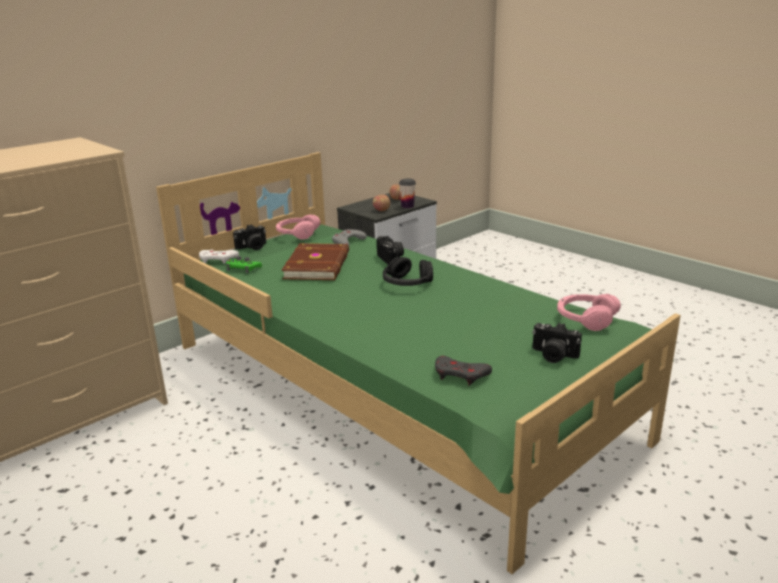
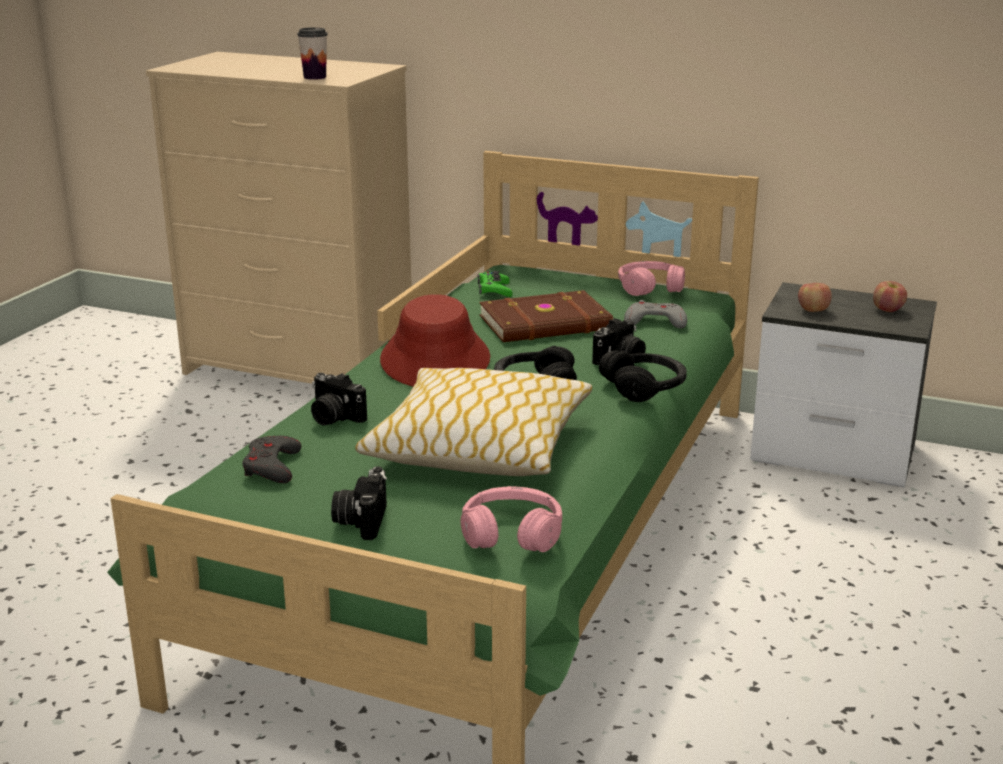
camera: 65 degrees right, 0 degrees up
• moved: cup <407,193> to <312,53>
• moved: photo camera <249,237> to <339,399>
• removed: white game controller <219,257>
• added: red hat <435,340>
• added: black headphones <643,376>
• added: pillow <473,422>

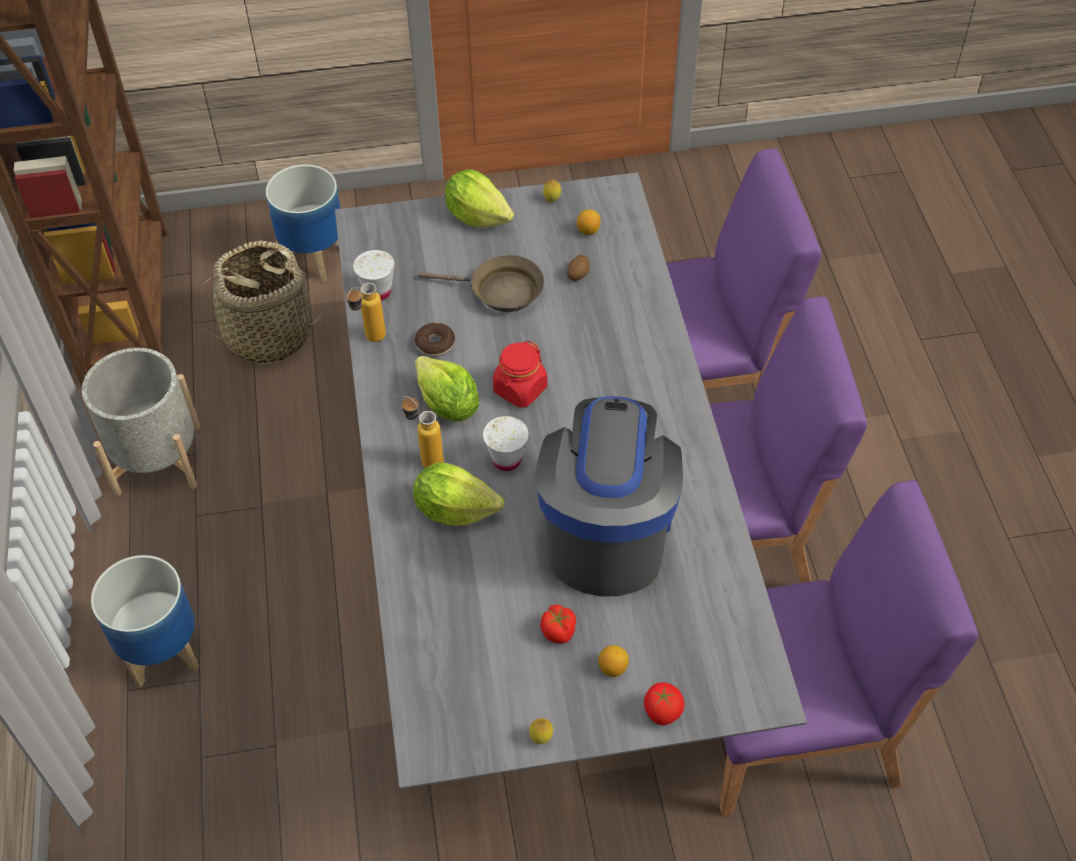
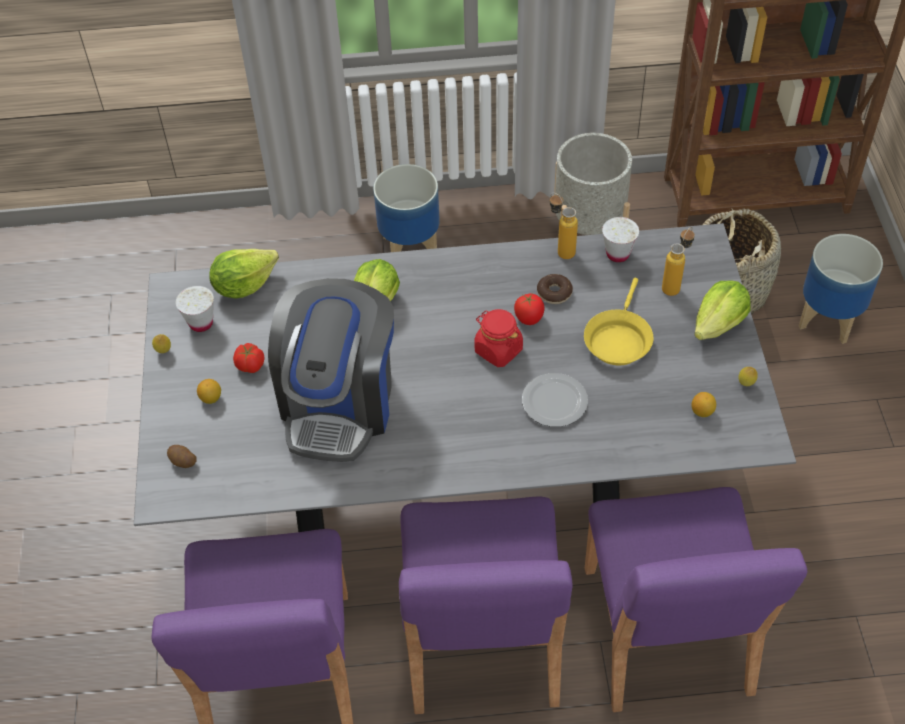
camera: 95 degrees right, 0 degrees up
• recoloured: brown frying pan <481,283> to yellow frying pan <619,321>
• moved: potato <578,268> to <182,456>
• moved: lettuce <447,388> to <244,274>
• moved: bottle <423,432> to <678,261>
• turned: coffee machine <609,496> = <331,370> 90 degrees clockwise
• moved: white cup <506,443> to <195,309>
• moved: tomato <664,703> to <529,309>
• added: plate <555,400>

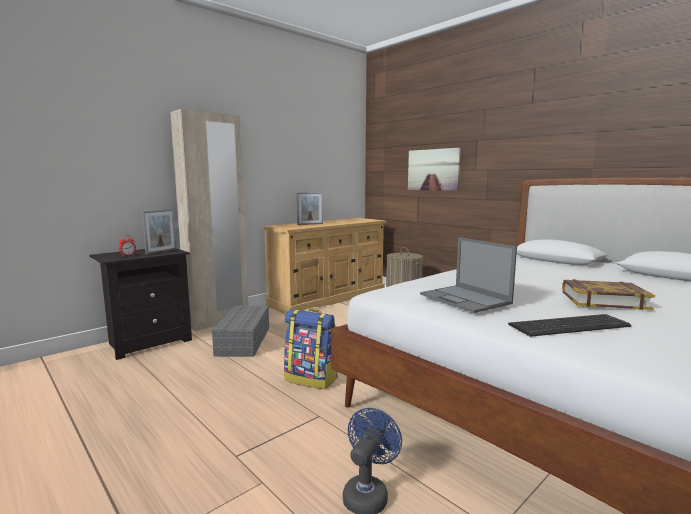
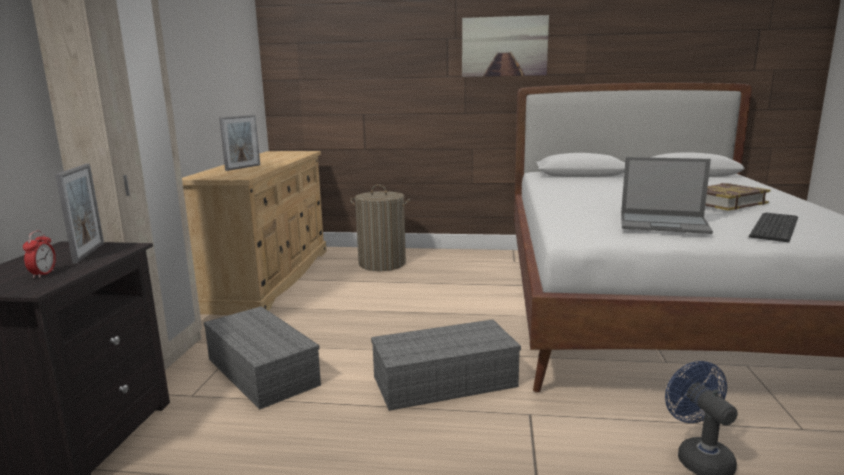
camera: 40 degrees left, 5 degrees up
• moved: picture <434,169> to <505,46>
• replaced: backpack <311,349> to grey storage box <446,365>

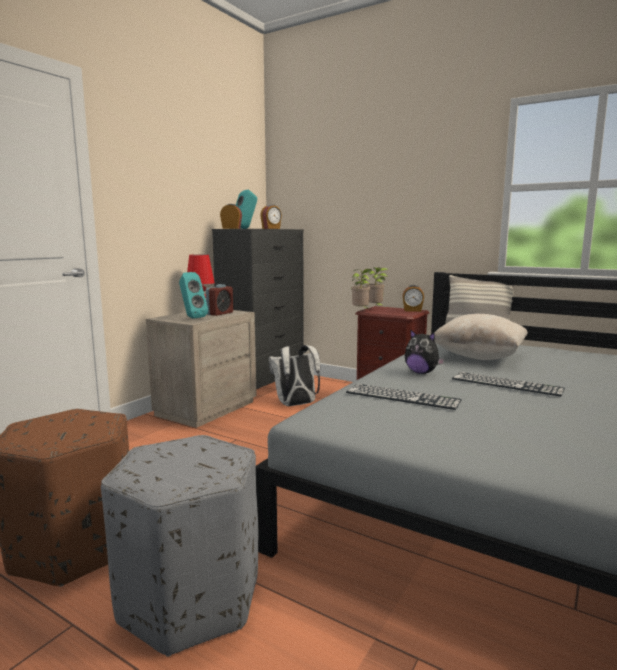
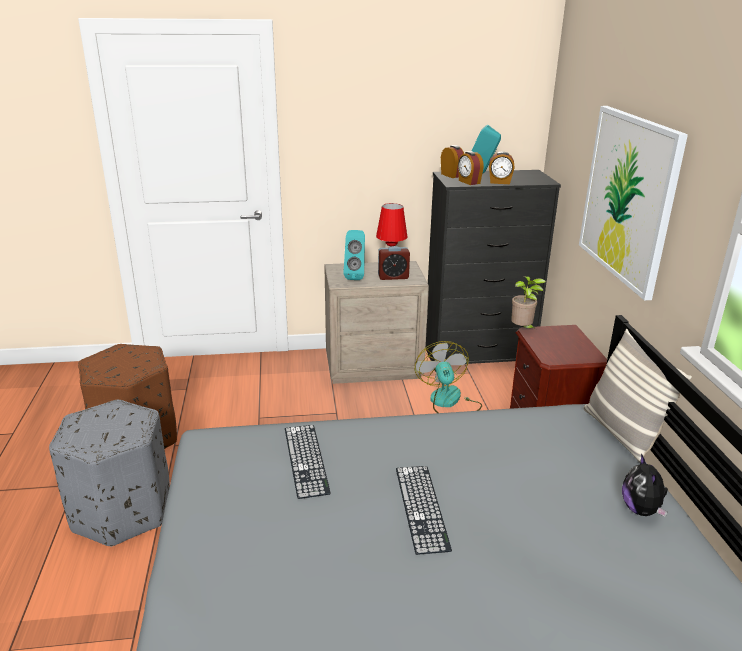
camera: 50 degrees right, 15 degrees up
• removed: potted plant <377,287>
• moved: alarm clock <413,298> to <471,168>
• removed: beige pillow <481,337>
• moved: plush toy <425,351> to <645,485>
• replaced: white backpack <294,375> to fan <448,377>
• added: picture <633,203>

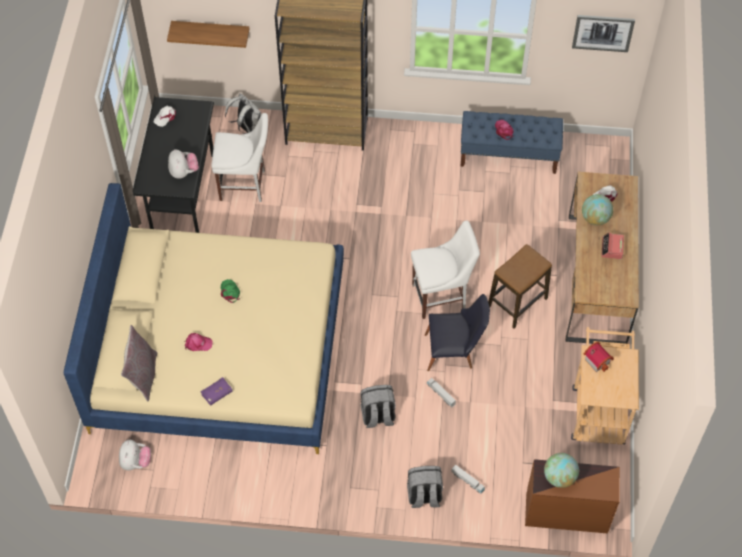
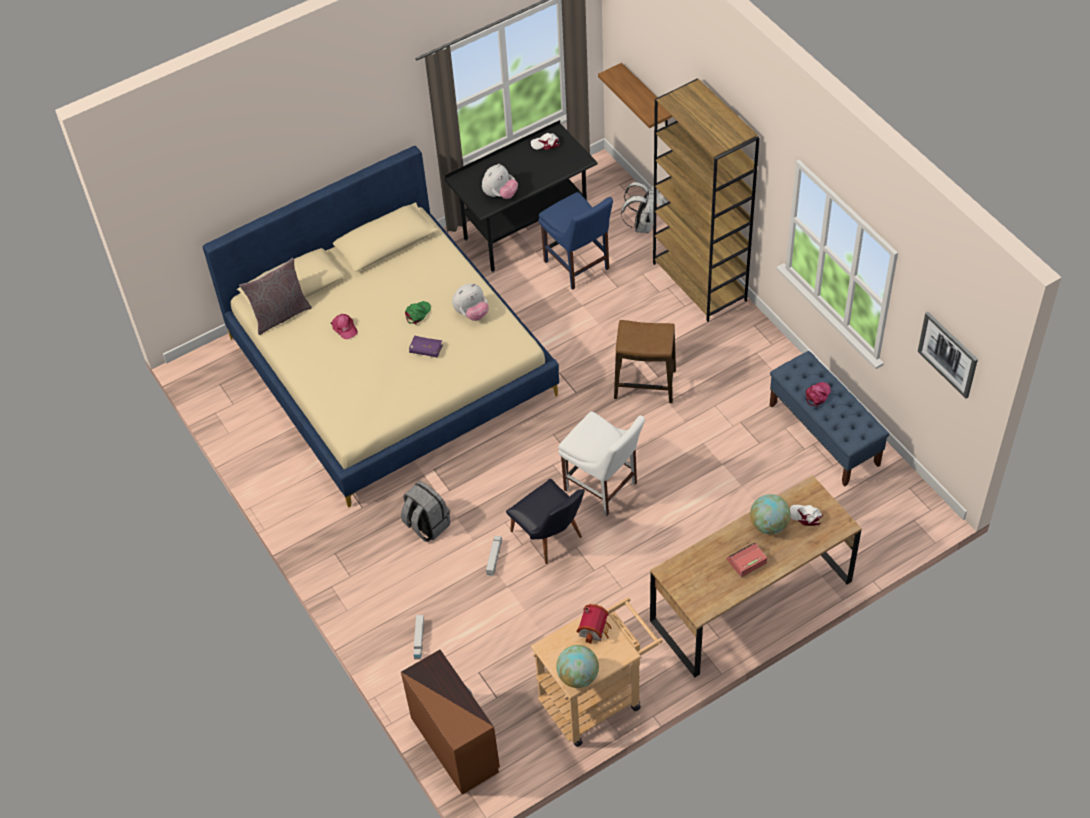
camera: 55 degrees right, 5 degrees down
• recoloured: white chair <239,157> to blue chair <575,241>
• moved: stool <520,286> to <645,361>
• moved: purple book <216,391> to <426,346>
• moved: plush toy <135,455> to <470,302>
• moved: globe <561,470> to <577,666>
• removed: grey backpack <425,487>

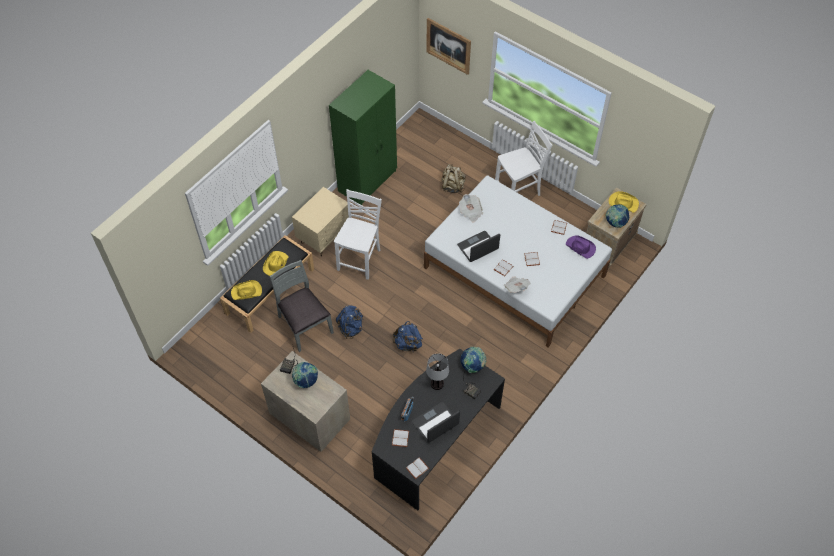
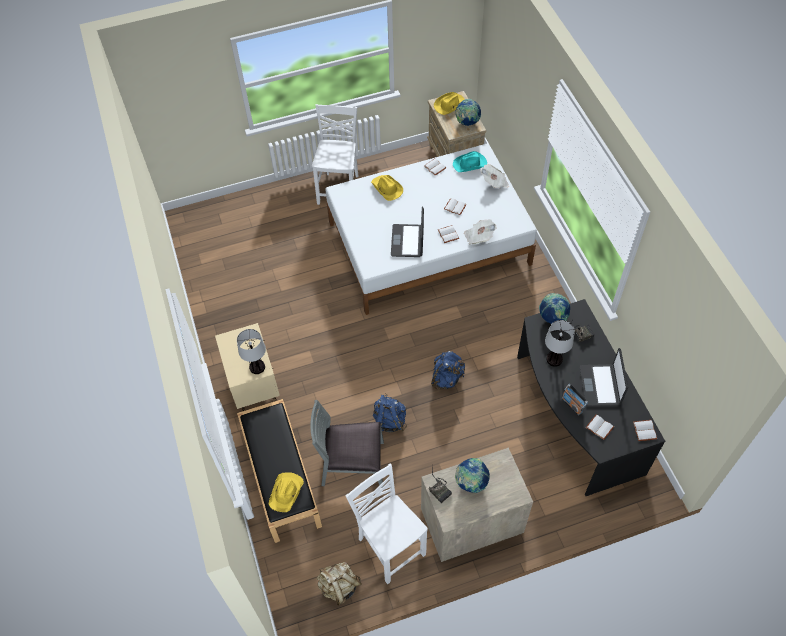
camera: 55 degrees left, 0 degrees up
• removed: picture <448,46>
• removed: green wardrobe <363,137>
• moved: beige backpack <453,178> to <339,584>
• moved: white chair <358,234> to <386,523>
• moved: newspaper <471,208> to <494,176>
• recoloured: purple hat <581,247> to turquoise hat <470,161>
• moved: yellow hat <276,263> to <387,188>
• added: table lamp <251,351>

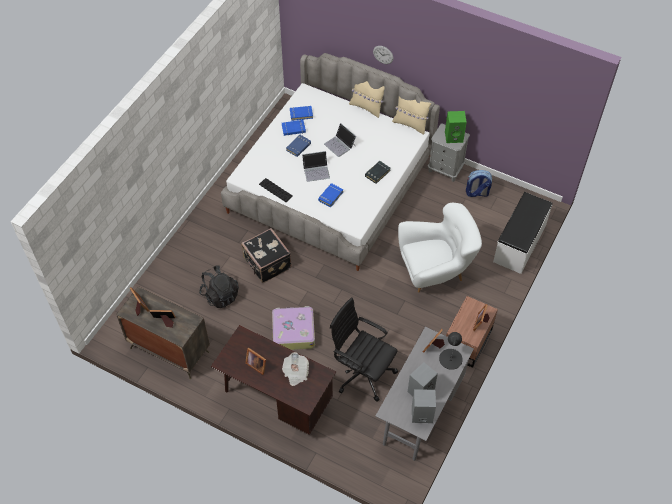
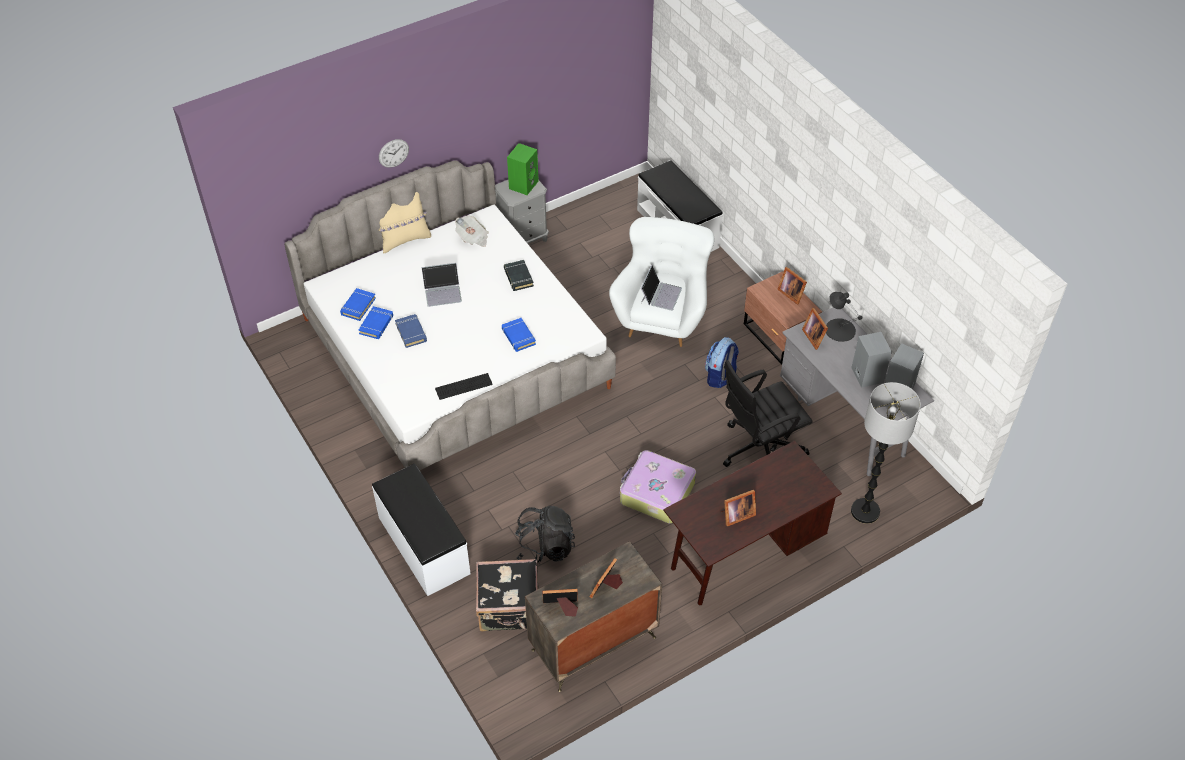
camera: 60 degrees left, 5 degrees down
• removed: beige pillow <411,115>
• moved: laptop <316,166> to <661,288>
• moved: backpack <479,183> to <722,362>
• moved: black suitcase <266,255> to <507,595>
• moved: newspaper <295,369> to <472,231>
• added: floor lamp <886,453>
• added: white bench <421,530>

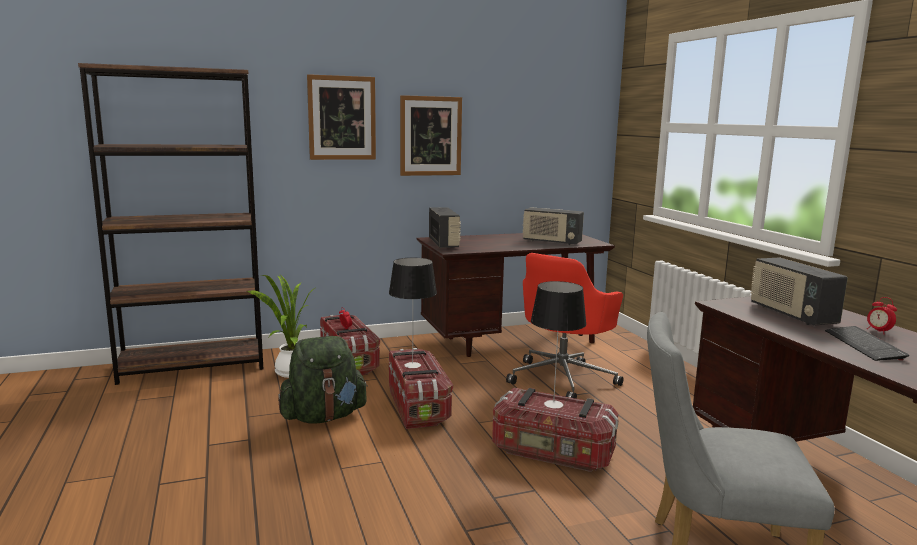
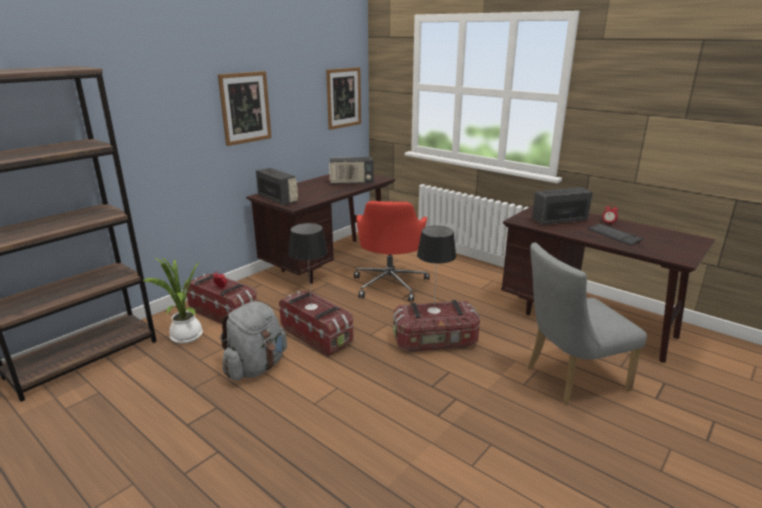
camera: 30 degrees left, 10 degrees up
• moved: picture <341,117> to <343,98>
• turned: radio <799,291> = <562,206> 120 degrees clockwise
• recoloured: green backpack <323,379> to grey backpack <253,340>

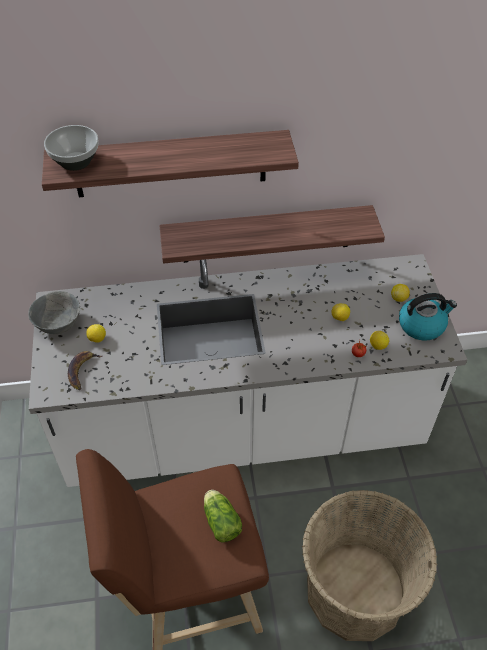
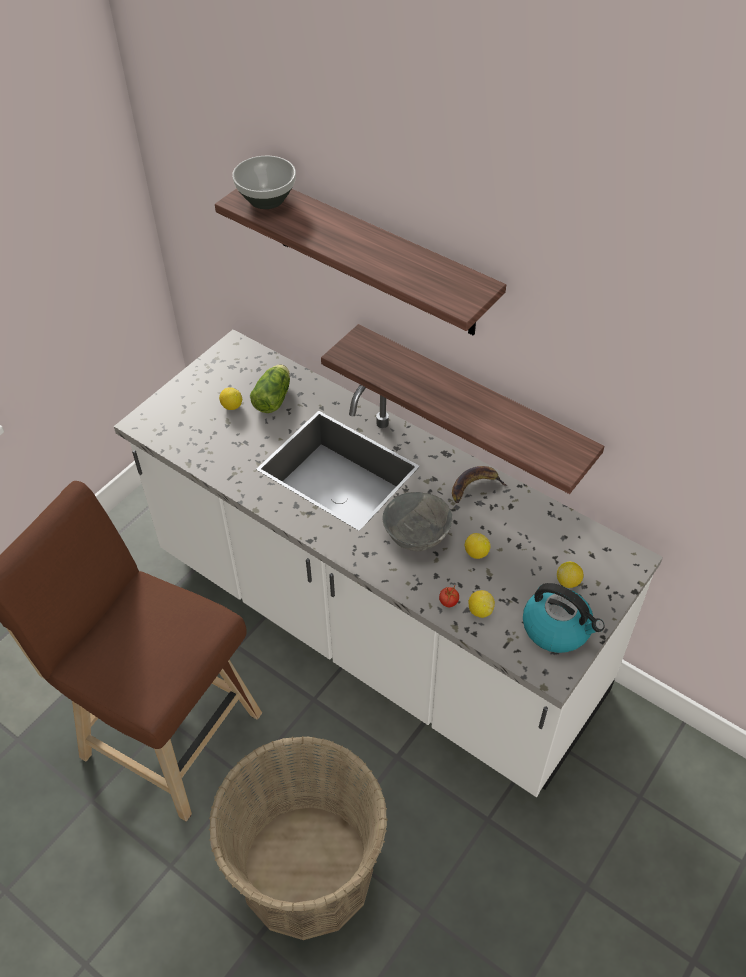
camera: 45 degrees right, 0 degrees up
• moved: grey bowl <54,312> to <417,521>
• moved: banana <85,370> to <479,484>
• moved: lettuce <223,516> to <270,388>

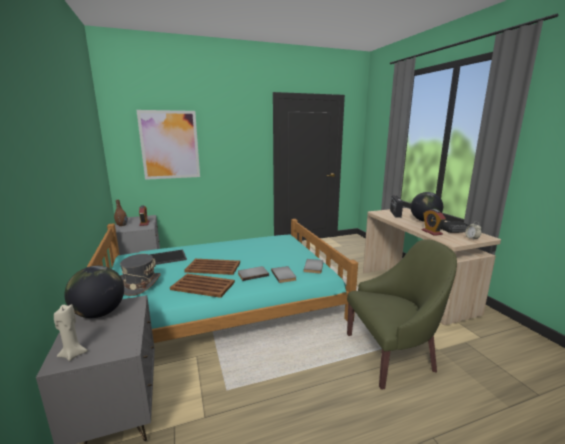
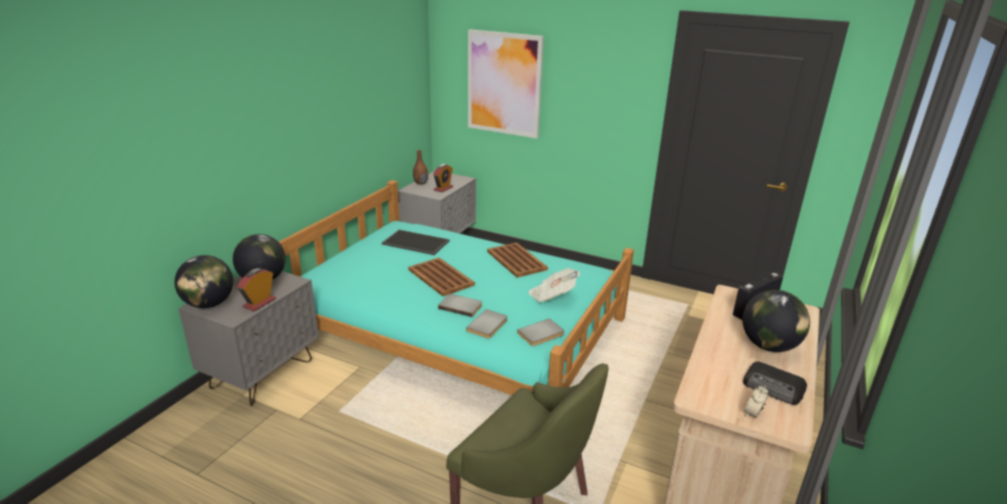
camera: 45 degrees right, 10 degrees up
• moved: alarm clock <434,222> to <256,289>
• removed: grey hat <140,275>
• moved: brown tray <202,286> to <517,260>
• replaced: beige candle <71,332> to globe <204,281>
• added: newspaper <554,285>

